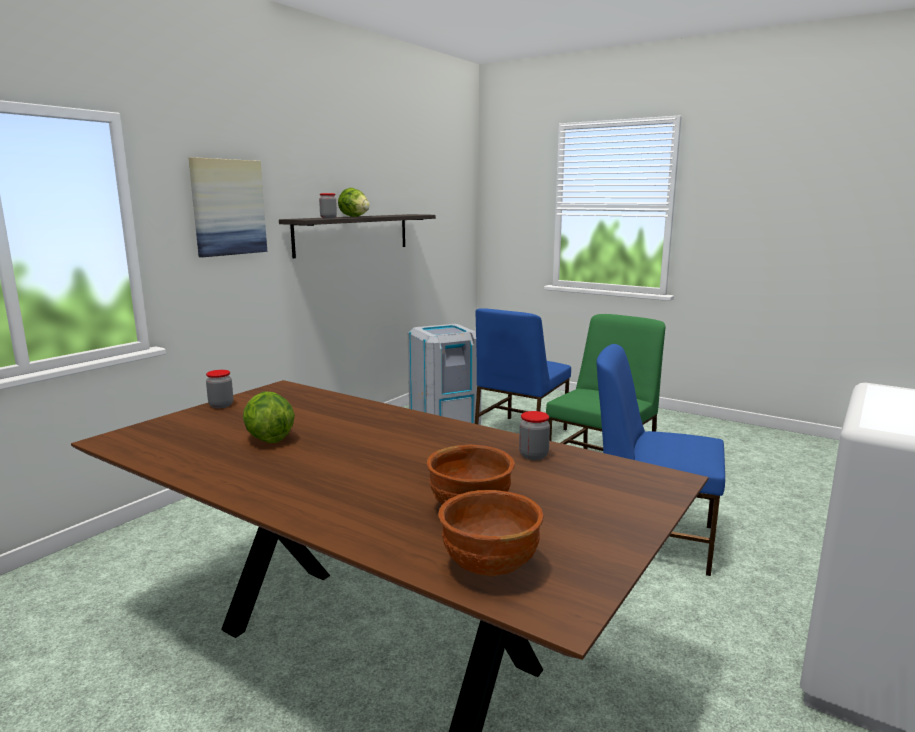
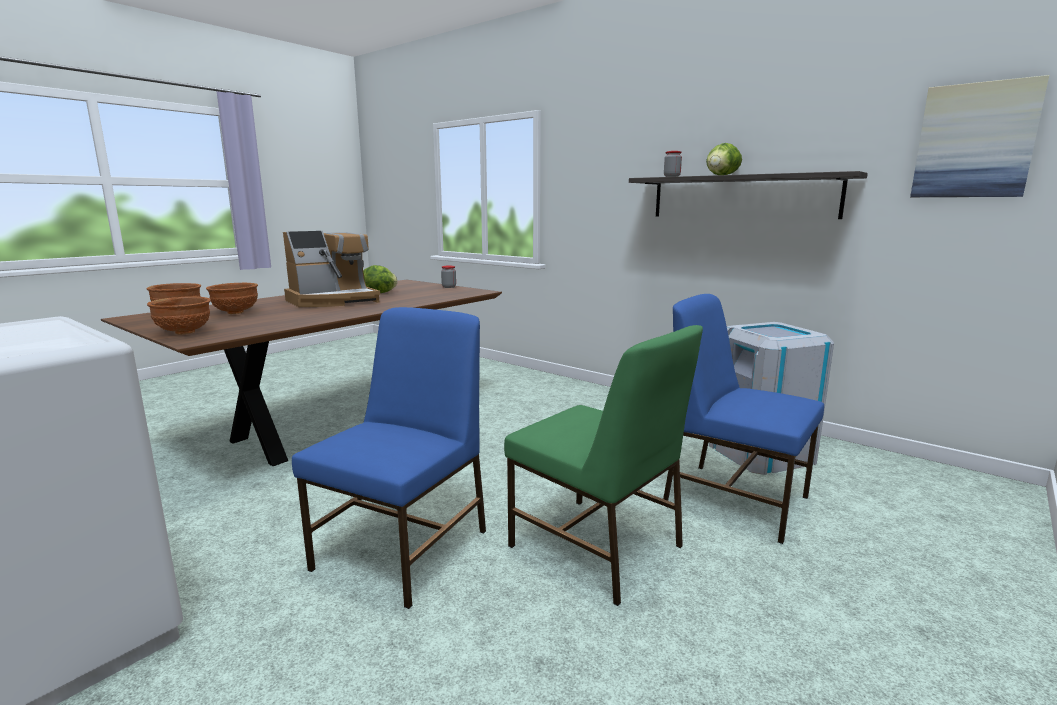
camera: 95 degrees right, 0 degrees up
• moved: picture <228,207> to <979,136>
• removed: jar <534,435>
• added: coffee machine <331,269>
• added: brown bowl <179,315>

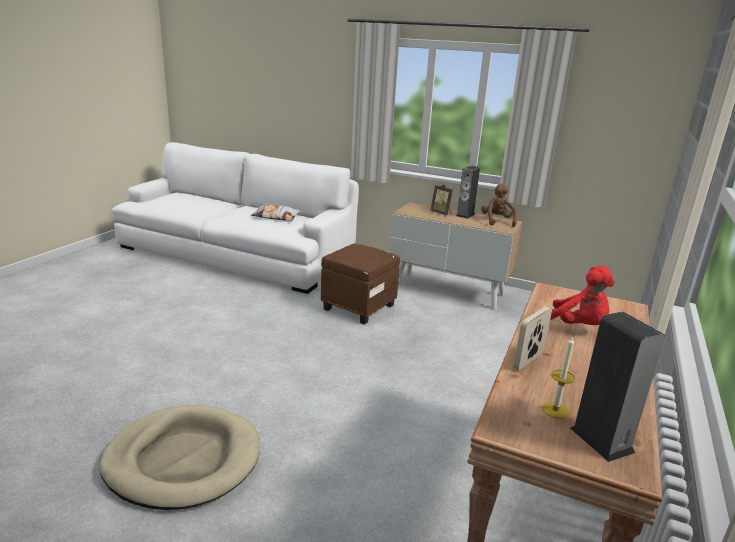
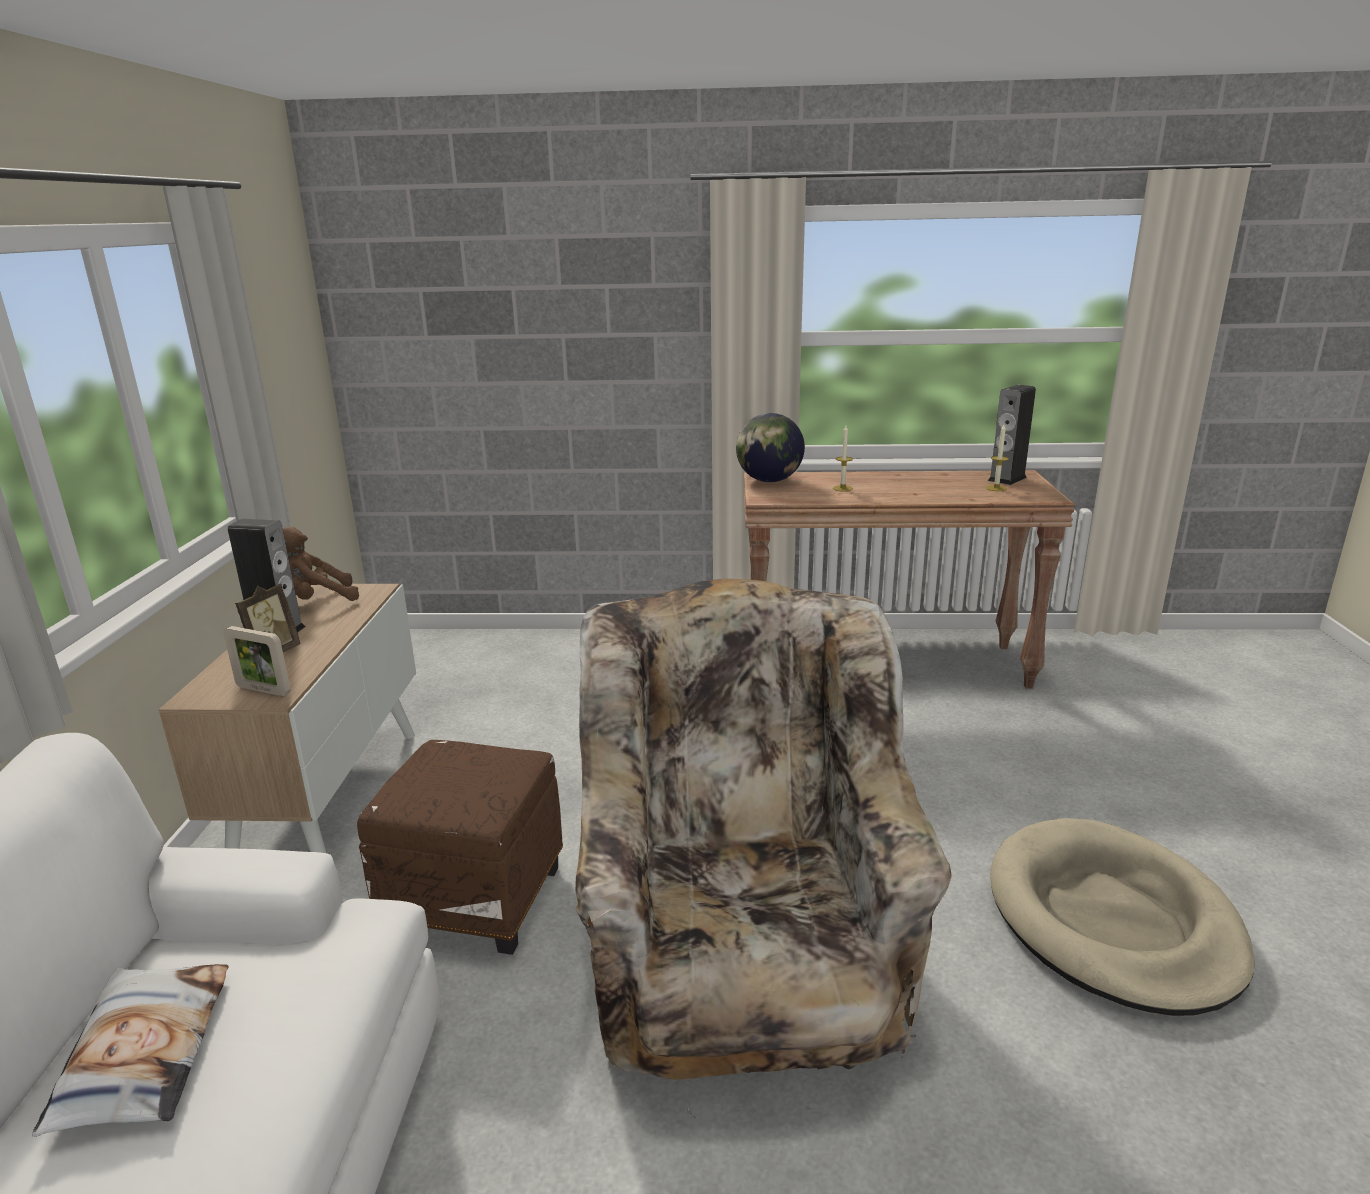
camera: 110 degrees left, 0 degrees up
• replaced: red plush toy <582,295> to candle <843,459>
• moved: picture frame <533,338> to <257,661>
• added: globe <770,447>
• added: beige armchair <763,848>

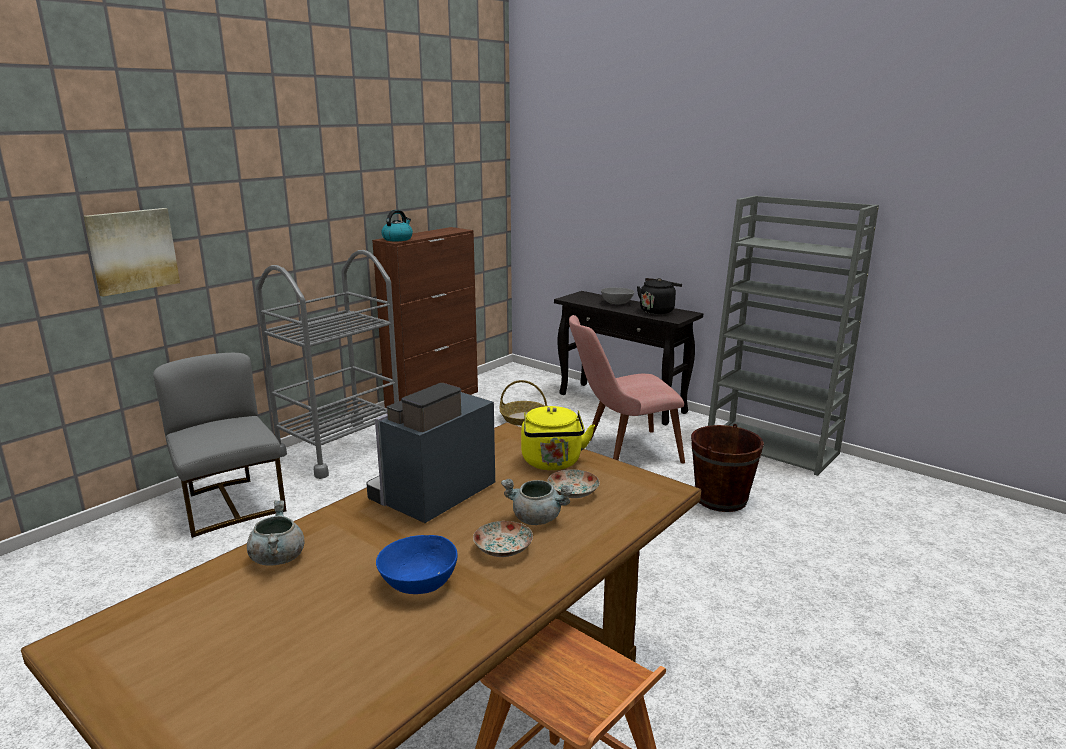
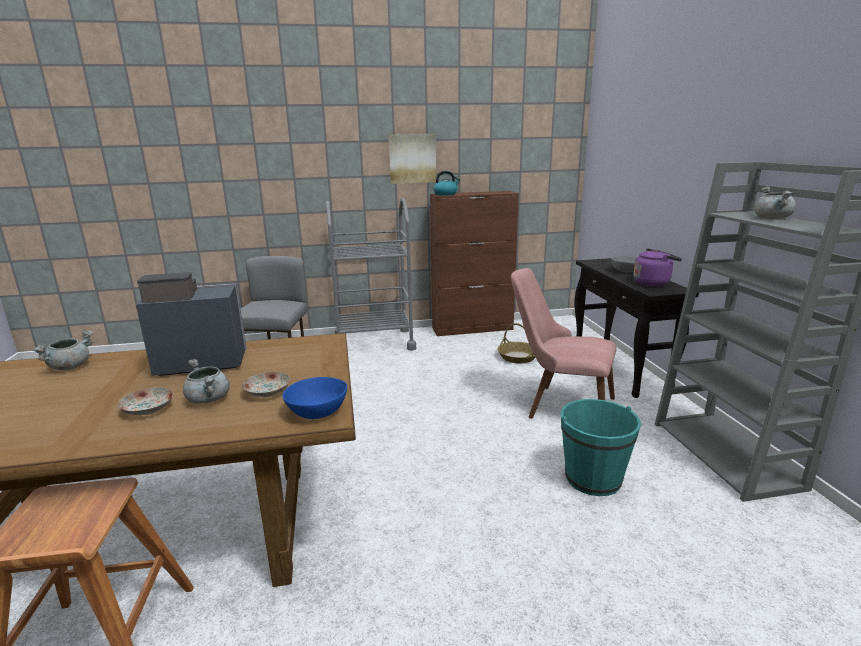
camera: 40 degrees right, 0 degrees up
• moved: picture <131,252> to <412,159>
• recoloured: black kettle <659,296> to purple kettle <657,267>
• removed: yellow kettle <558,438>
• recoloured: brown bucket <727,468> to turquoise bucket <601,447>
• moved: blue bowl <417,564> to <315,398>
• added: grey cooking pot <775,202>

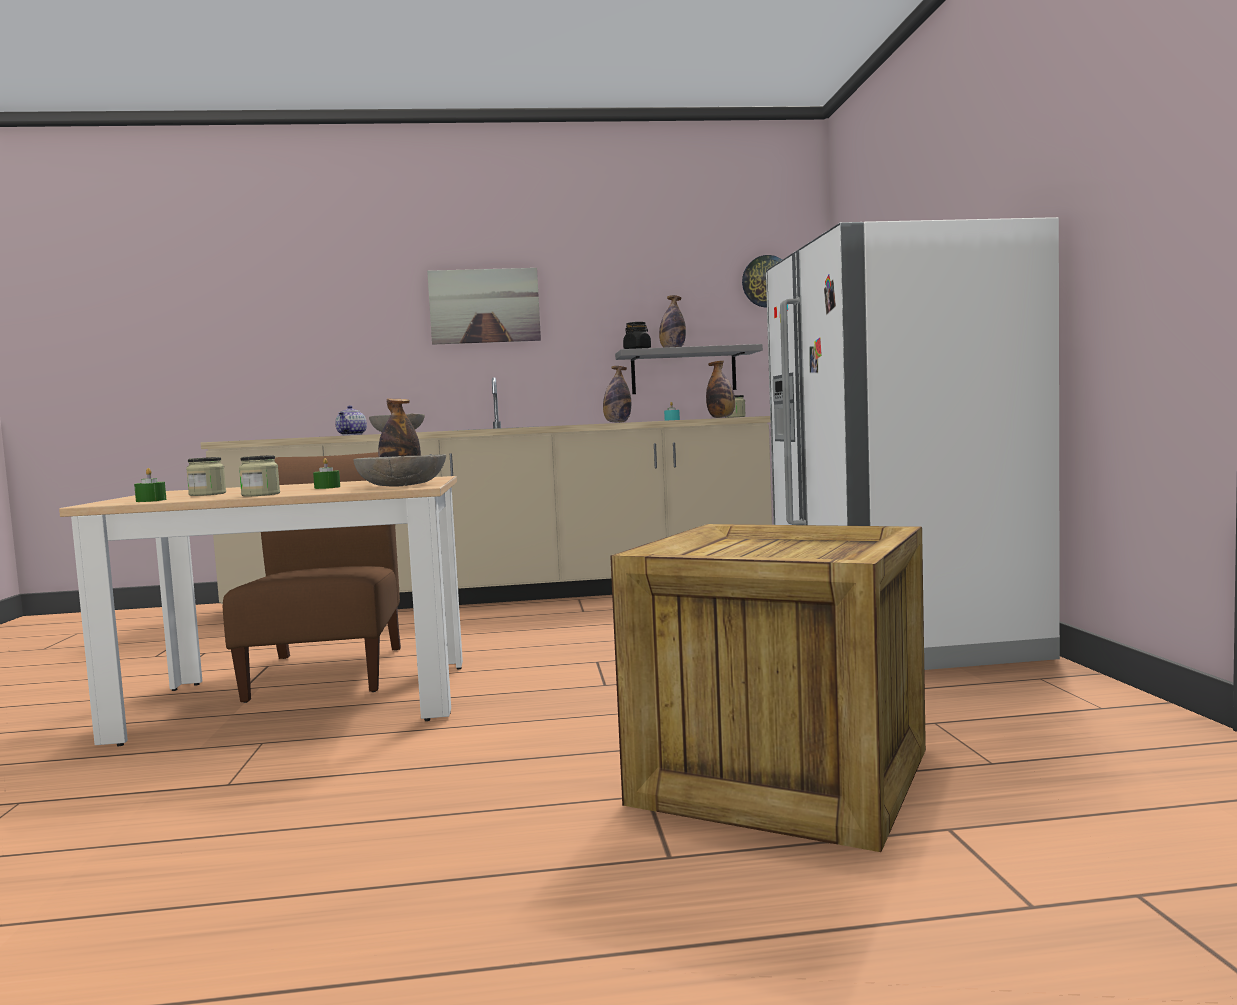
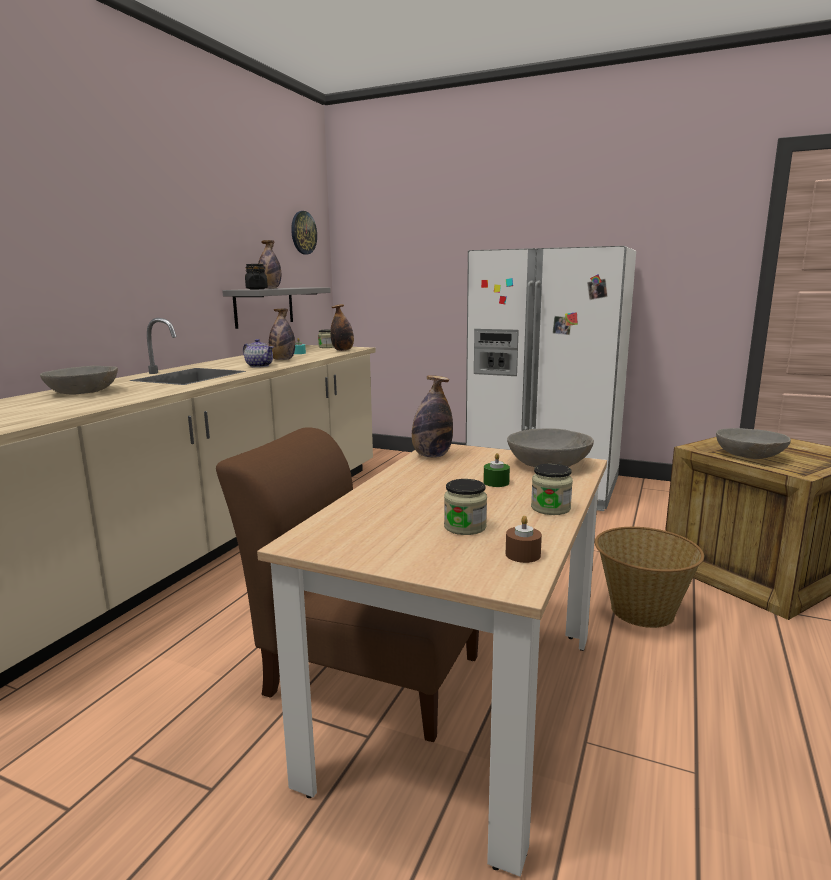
camera: 60 degrees left, 10 degrees up
• removed: picture <484,306>
• moved: teapot <351,420> to <258,353>
• recoloured: green candle <150,485> to brown candle <524,539>
• added: grey bowl <753,443>
• added: basket <649,577>

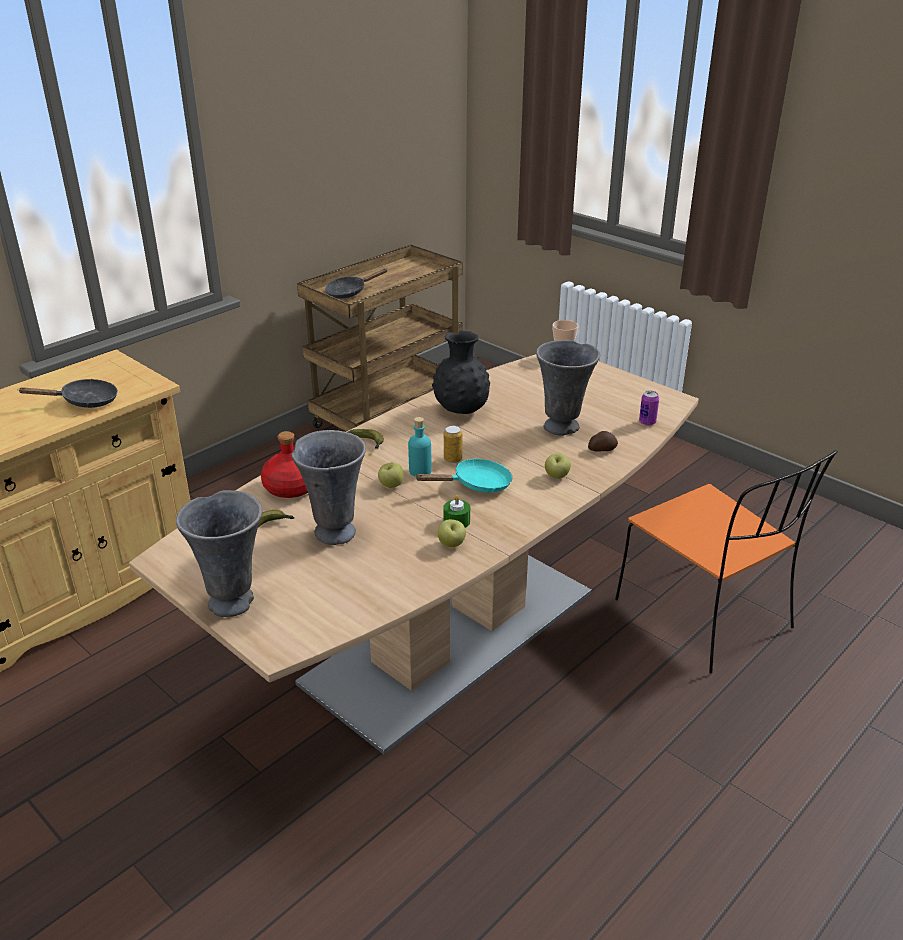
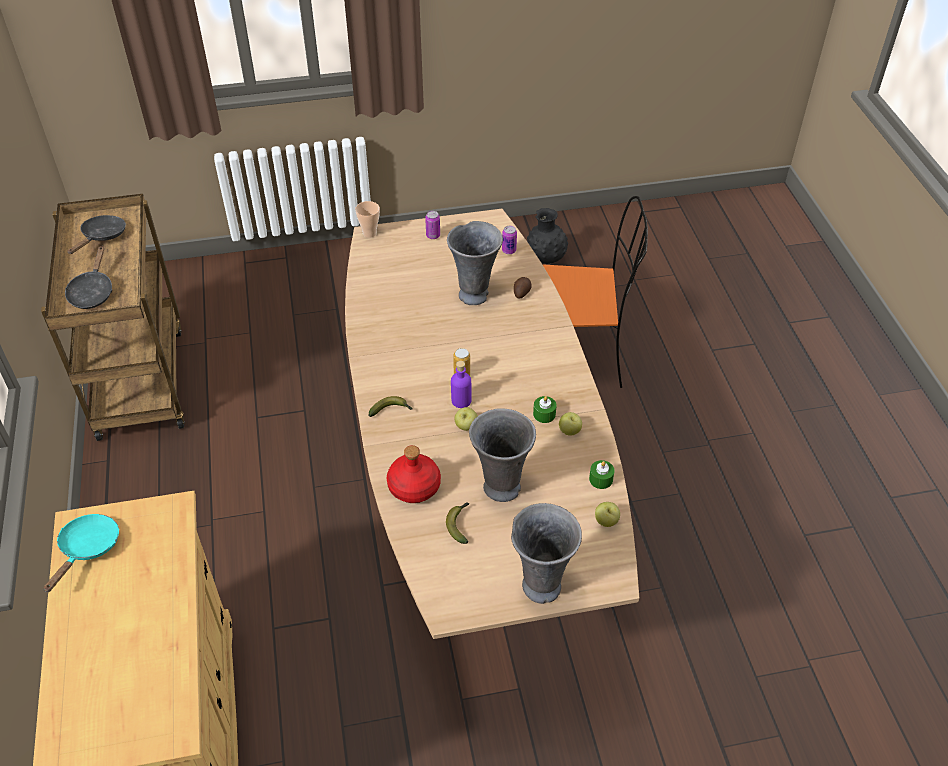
camera: 55 degrees left, 15 degrees up
• moved: black vase <461,372> to <547,236>
• moved: black frying pan <67,393> to <96,234>
• recoloured: turquoise bottle <420,447> to purple bottle <461,384>
• moved: apple <558,466> to <607,514>
• moved: turquoise frying pan <464,475> to <81,553>
• added: can <432,225>
• added: green candle <602,474>

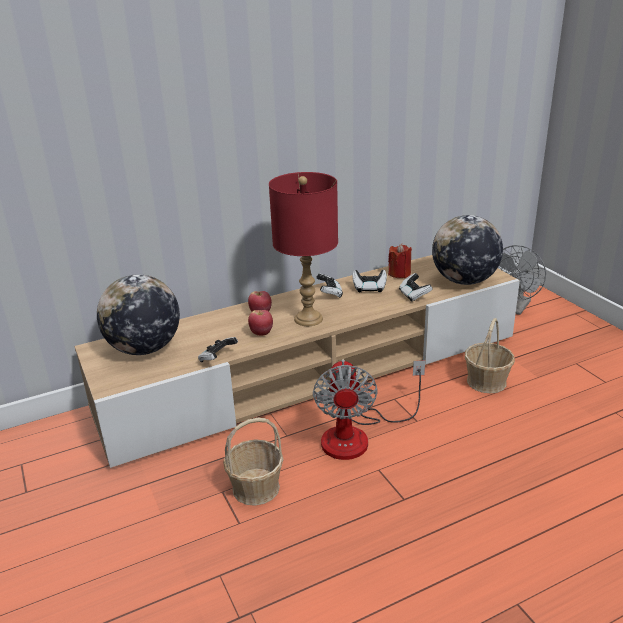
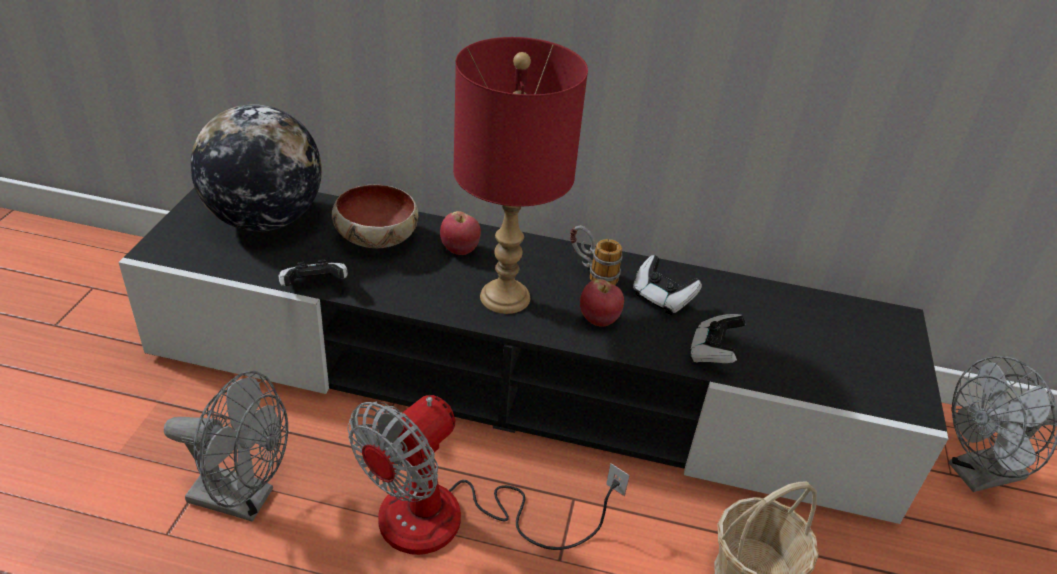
camera: 35 degrees right, 10 degrees up
• removed: globe <467,250>
• removed: red candle <400,261>
• recoloured: beige tv stand <297,361> to black tv stand <533,355>
• replaced: game controller <329,285> to mug <596,255>
• moved: apple <260,323> to <602,303>
• replaced: basket <253,462> to grey fan <226,446>
• added: bowl <375,216>

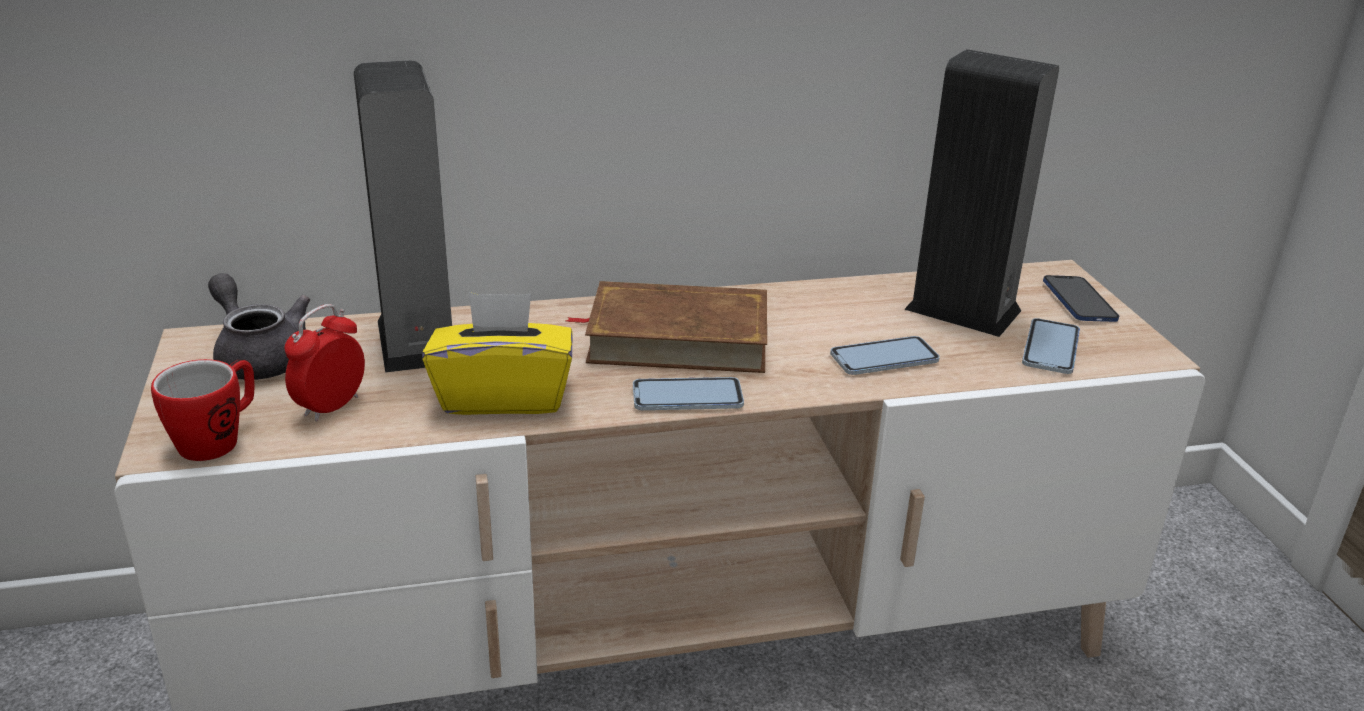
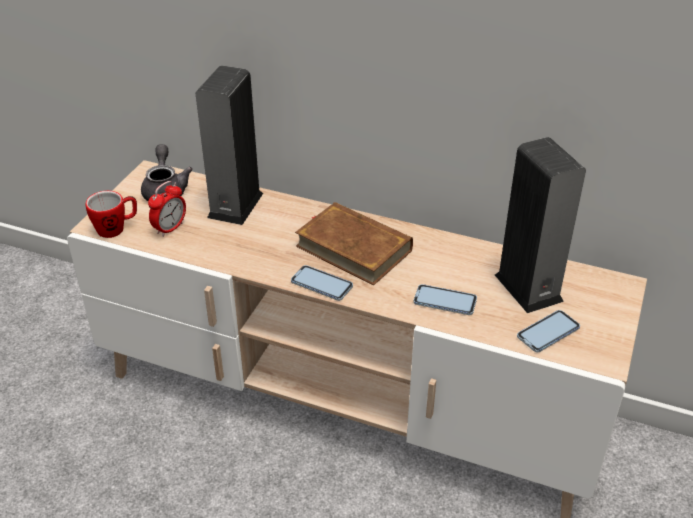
camera: 35 degrees right, 10 degrees up
• removed: phone <1081,298>
• removed: yellow tissue box <497,353>
• turned: alarm clock <325,362> = <167,209> 150 degrees clockwise

